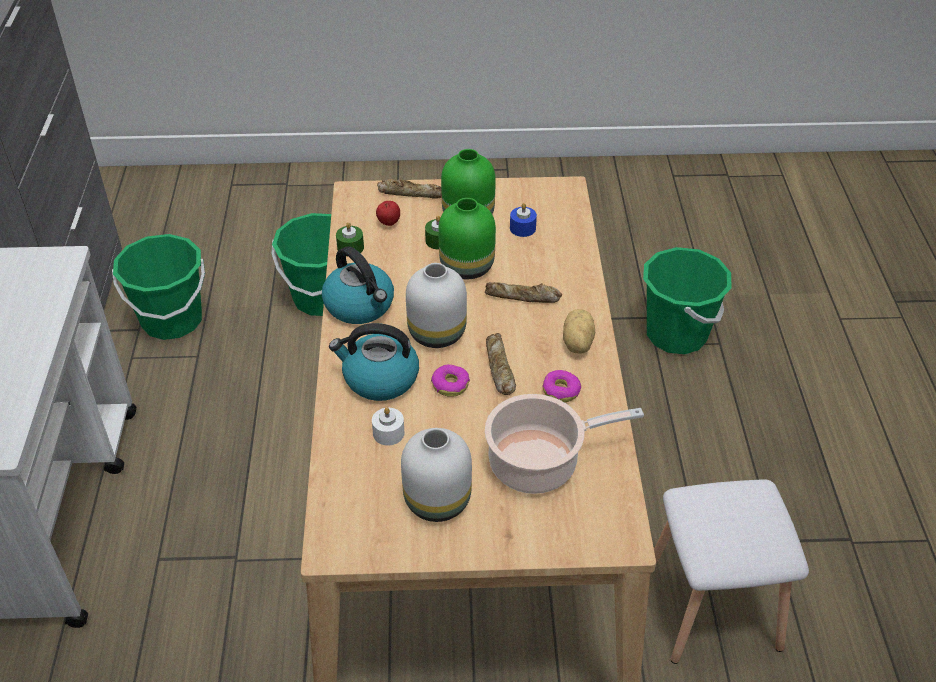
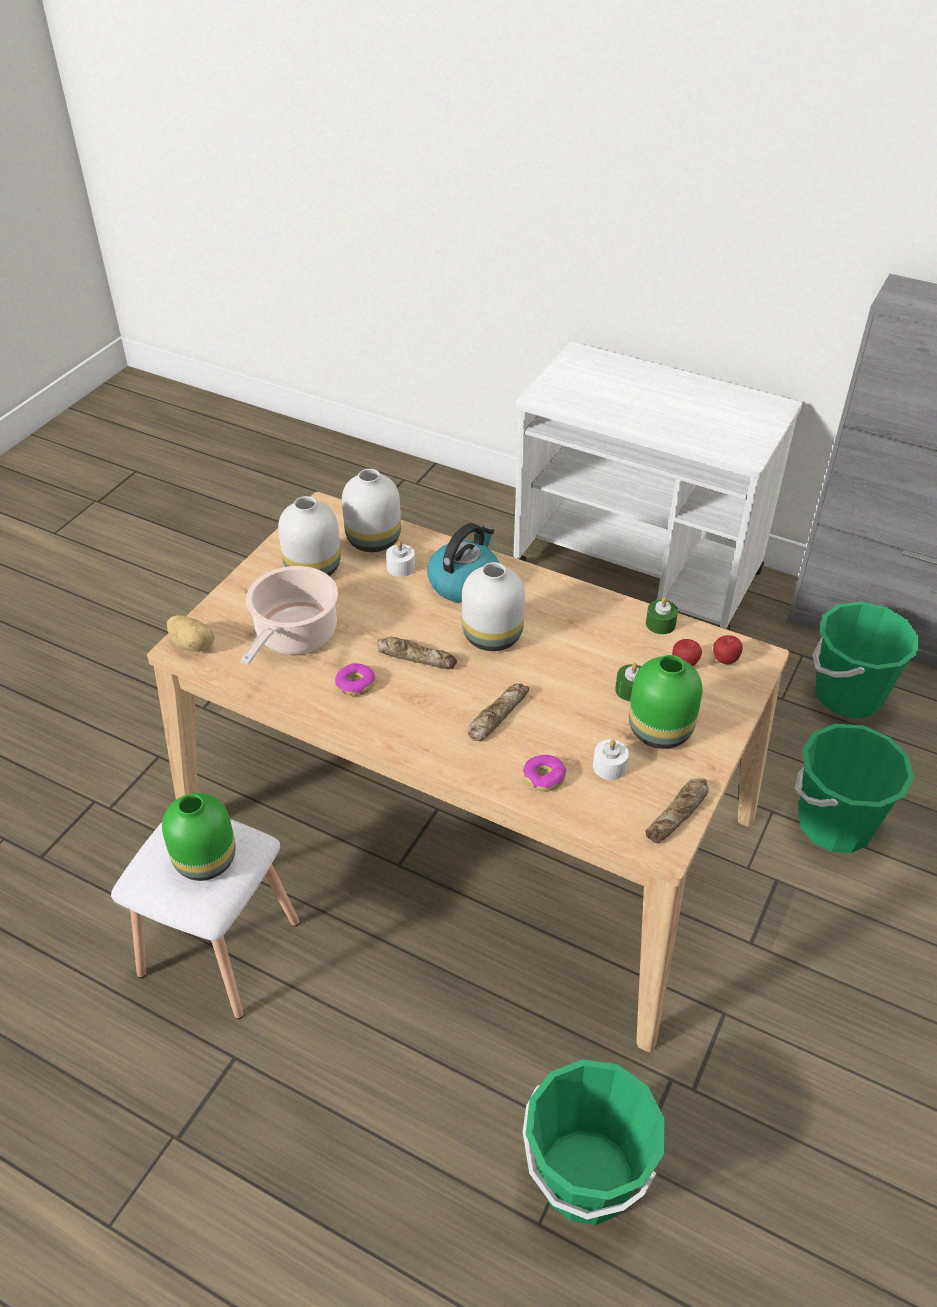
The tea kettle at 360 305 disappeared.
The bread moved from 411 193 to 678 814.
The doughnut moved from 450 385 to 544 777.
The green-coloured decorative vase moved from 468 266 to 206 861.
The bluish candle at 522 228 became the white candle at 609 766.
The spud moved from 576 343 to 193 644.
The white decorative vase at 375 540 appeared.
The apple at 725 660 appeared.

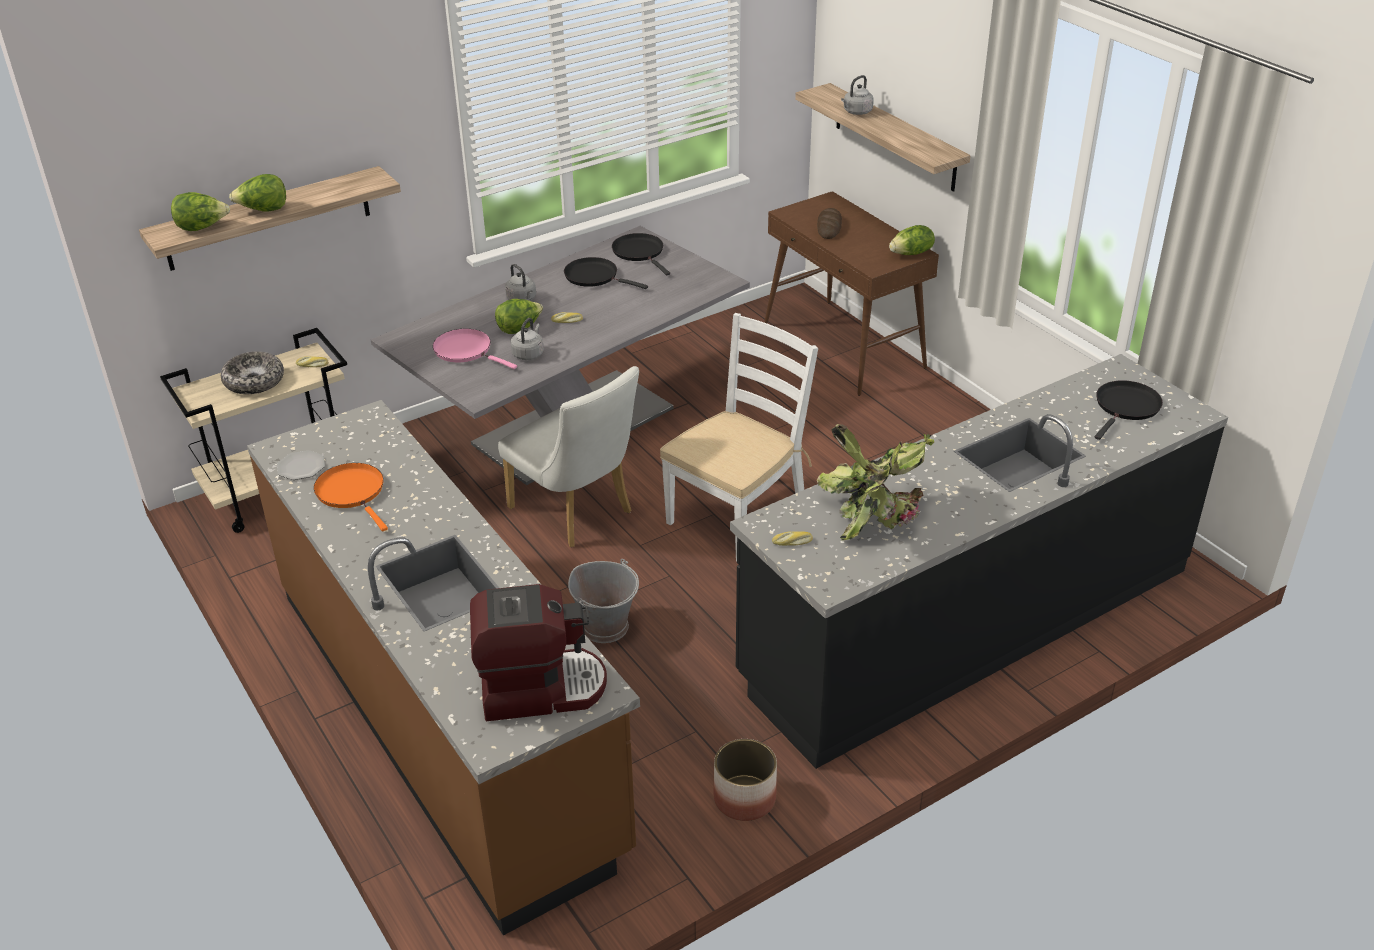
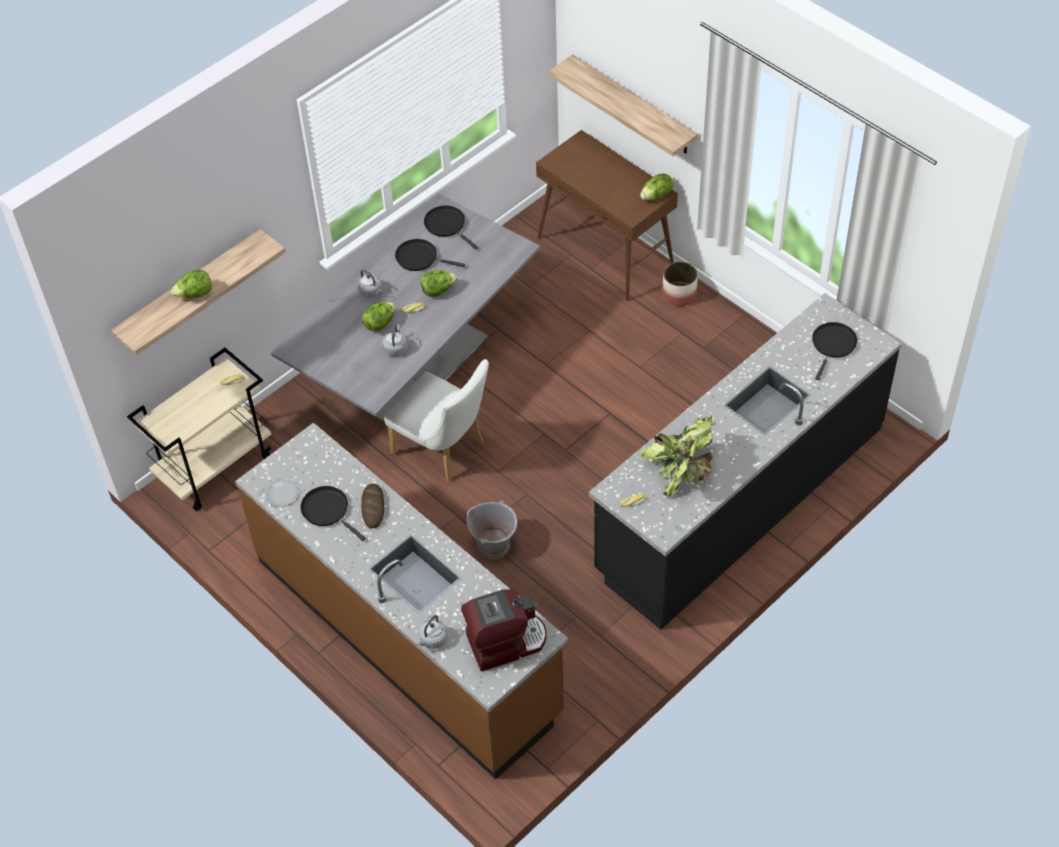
The head of lettuce moved from 202 228 to 438 290.
The bowl at 254 381 disappeared.
The orange pan at 352 492 became the black-coloured pan at 327 510.
The pinkish pan at 466 351 disappeared.
The white plain chair at 737 516 disappeared.
The flower pot moved from 745 798 to 679 294.
The bread moved from 829 227 to 373 507.
The greyish tea kettle moved from 856 112 to 432 640.

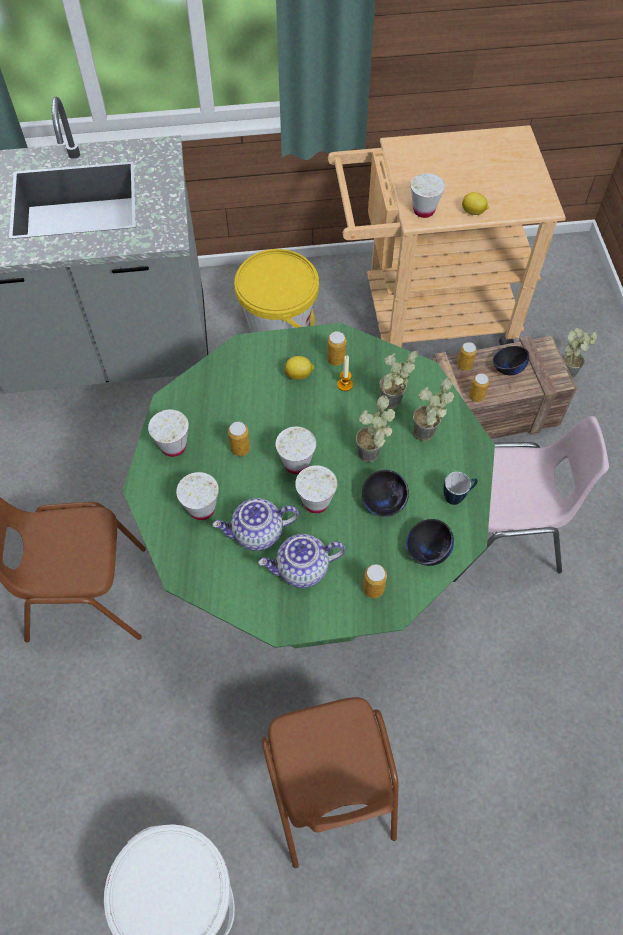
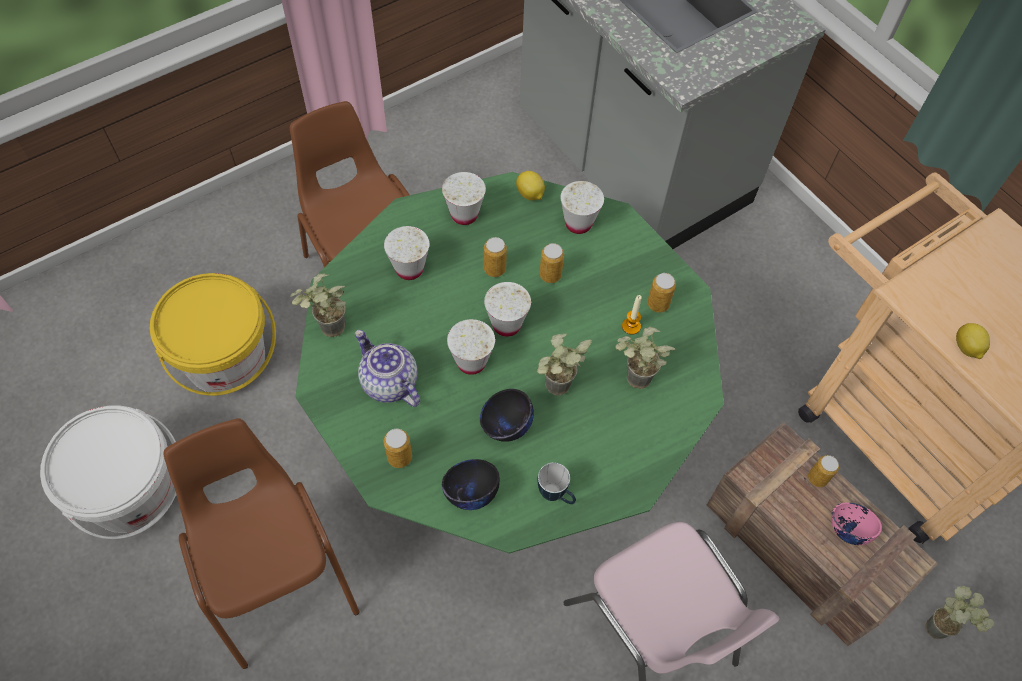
The pot for tea at 257 533 disappeared.
The yellow water bucket moved from 278 321 to 226 359.
The brown plain chair at 328 789 turned 105 degrees clockwise.
The lemon moved from 299 375 to 530 195.
The white small cup moved from 423 210 to 578 223.
The houseplant moved from 427 438 to 328 333.
The metal can moved from 476 396 to 550 275.
The black-coloured bowl at 507 368 became the pinkish bowl at 848 529.

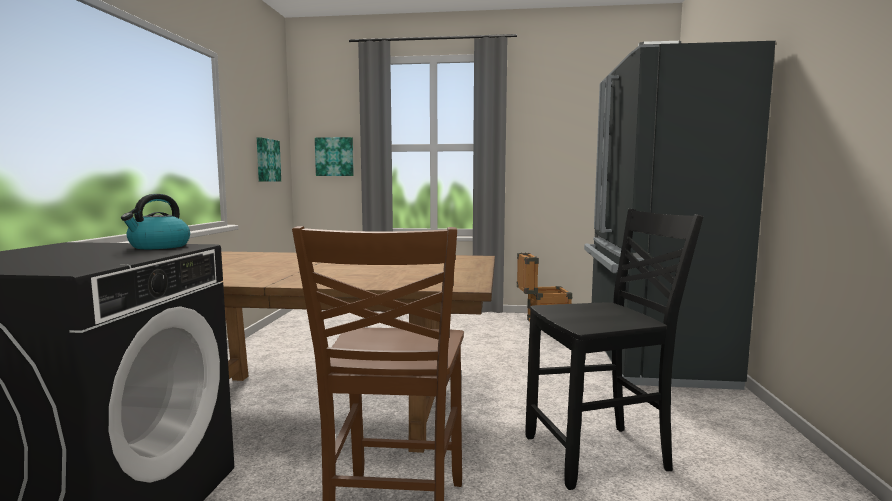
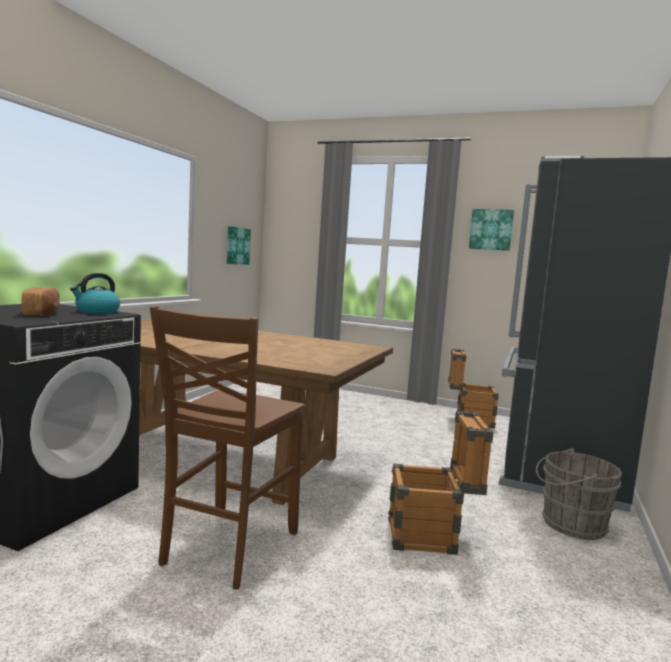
The wall picture moved from 334 157 to 491 229.
The black-coloured plain chair at 599 454 was replaced by the packing crate at 431 537.
The bread at 43 313 appeared.
The greyish water bucket at 569 524 appeared.

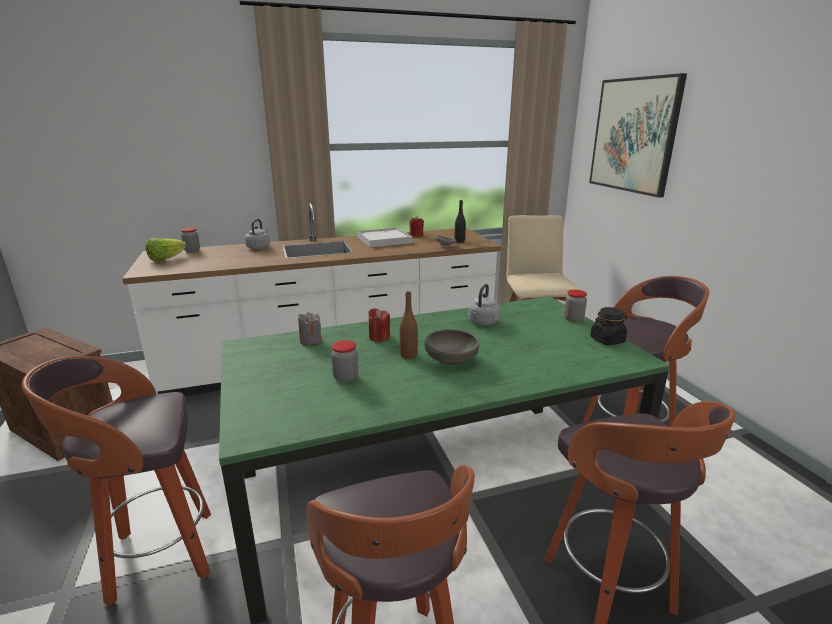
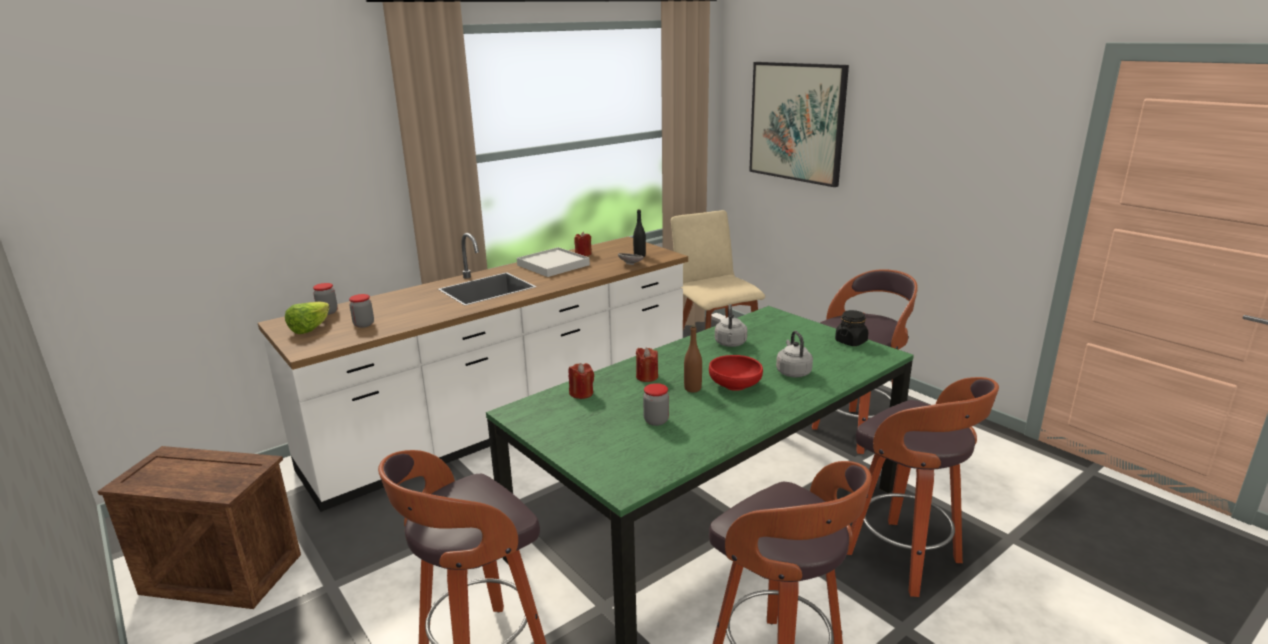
The greyish tea kettle moved from 259 247 to 792 372.
The greyish candle at 310 341 became the red-coloured candle at 581 393.
The greyish bowl at 451 360 became the red-coloured bowl at 734 385.
The preserve jar moved from 573 319 to 364 324.

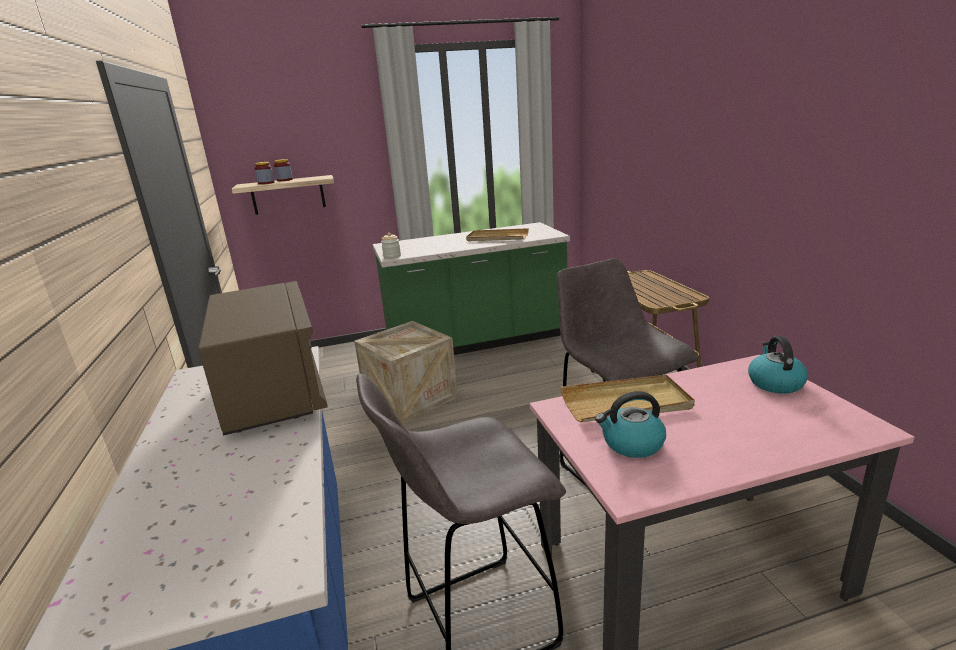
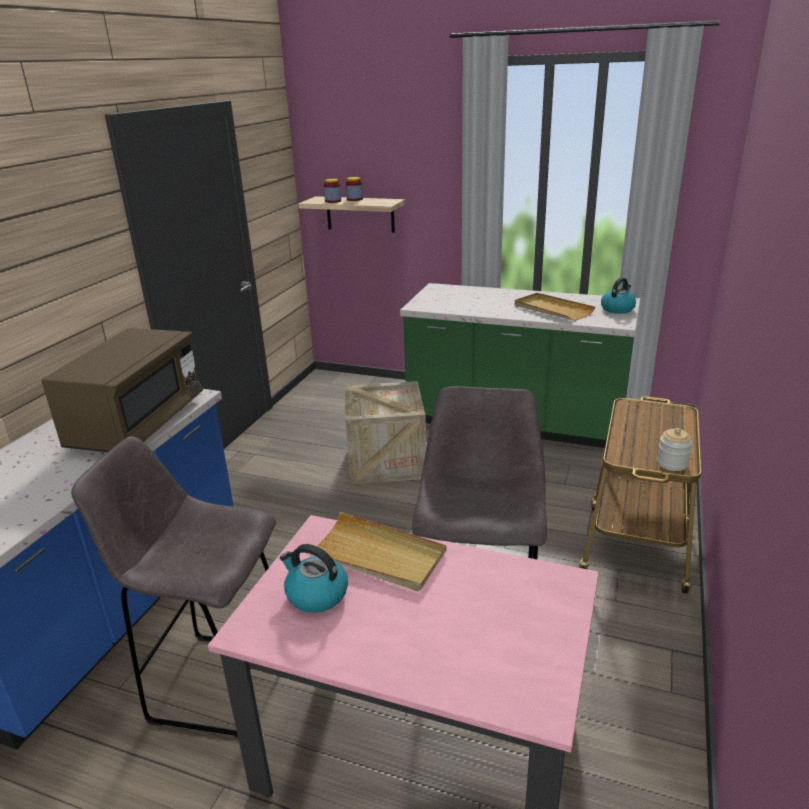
The preserve jar moved from 392 256 to 672 463.
The tea kettle moved from 774 383 to 617 309.

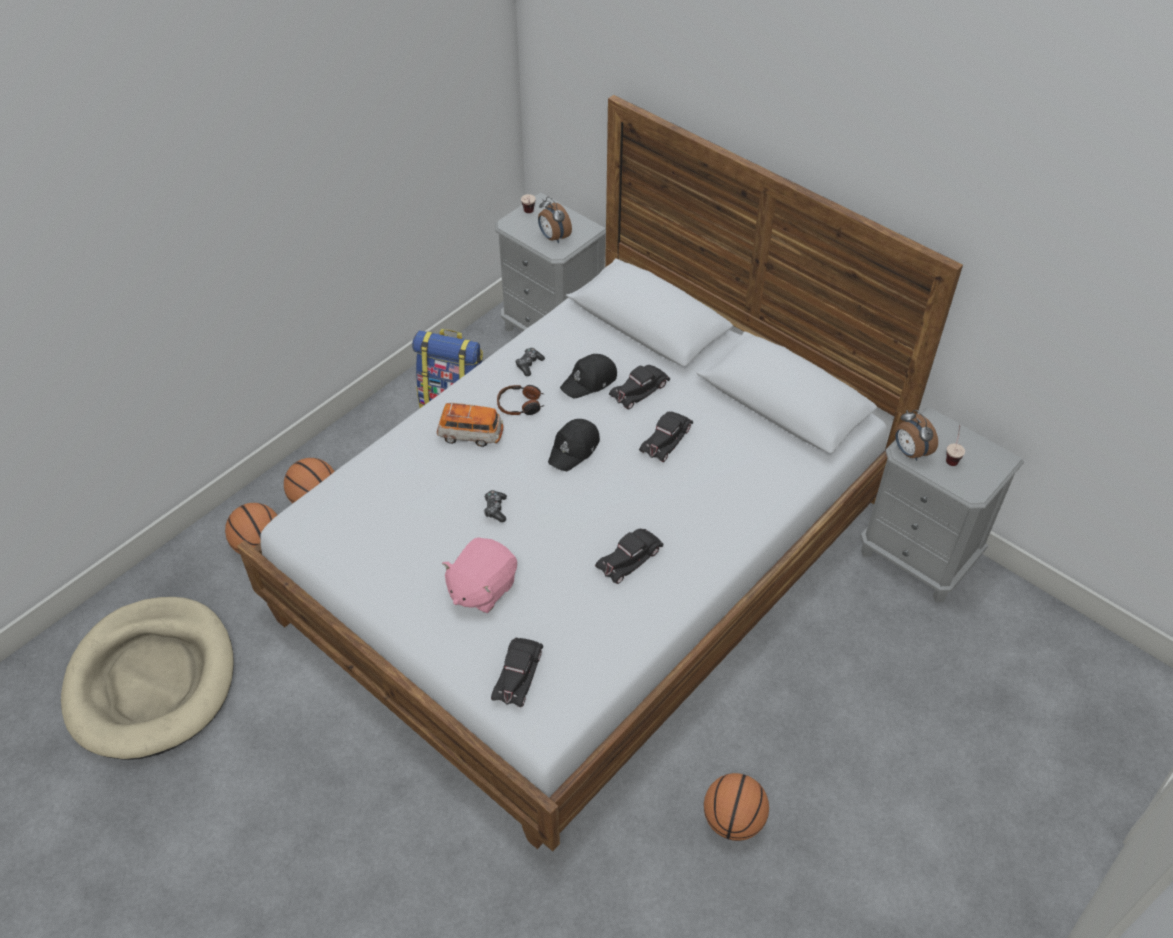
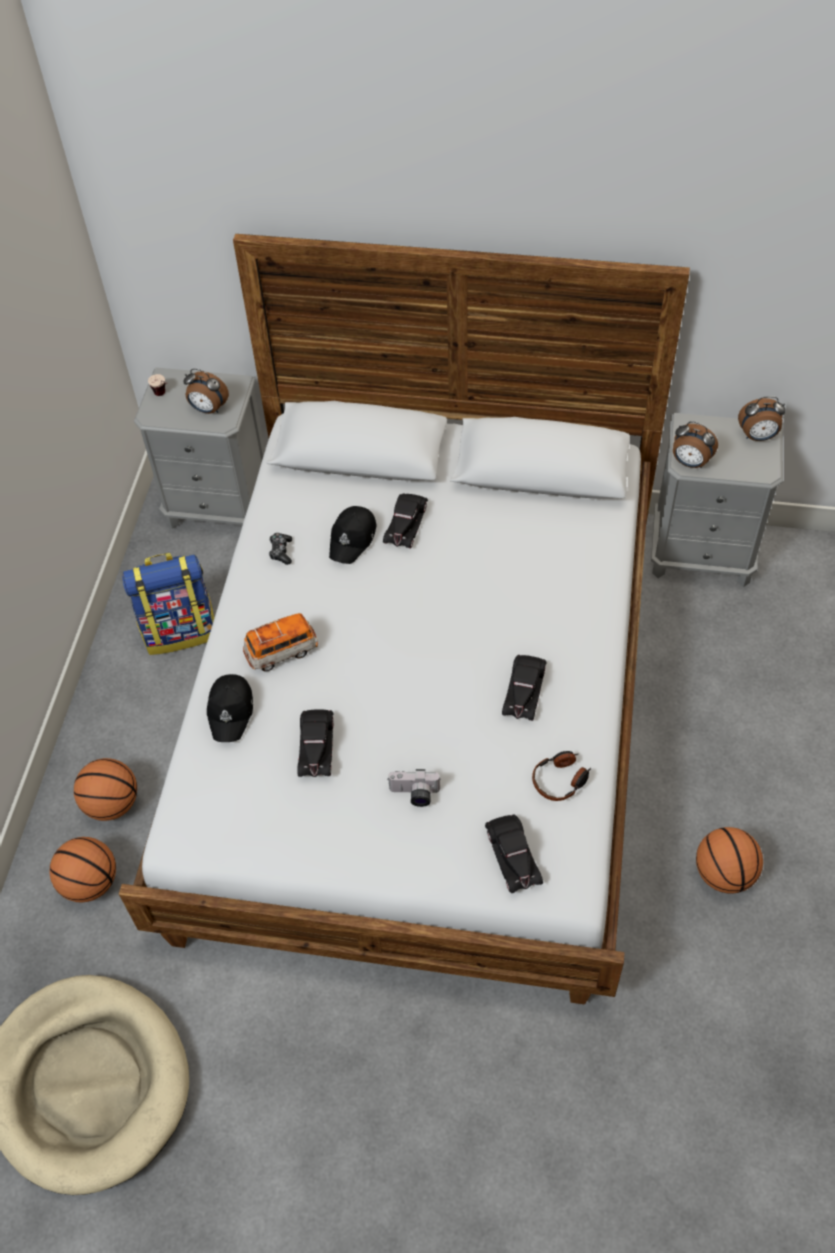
The pinkish plush toy at 481 588 was replaced by the still camera at 414 795.
The joypad at 495 509 disappeared.
The headphones moved from 521 405 to 560 780.
The black-coloured cap moved from 574 449 to 231 711.
The black-coloured miniature car moved from 666 439 to 316 745.
The small cup at 952 456 disappeared.
The alarm clock at 757 437 appeared.

